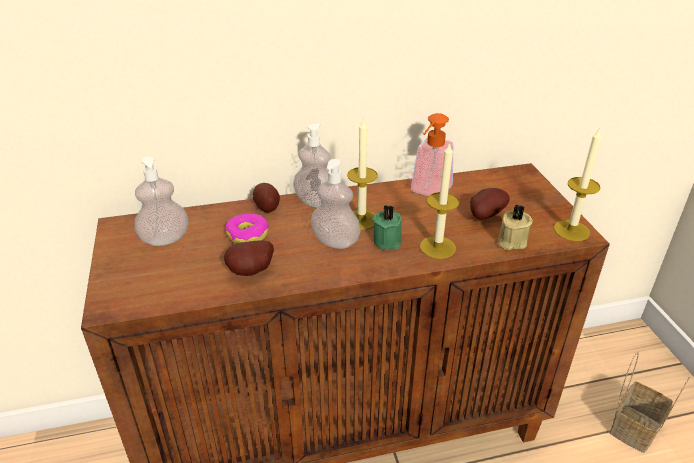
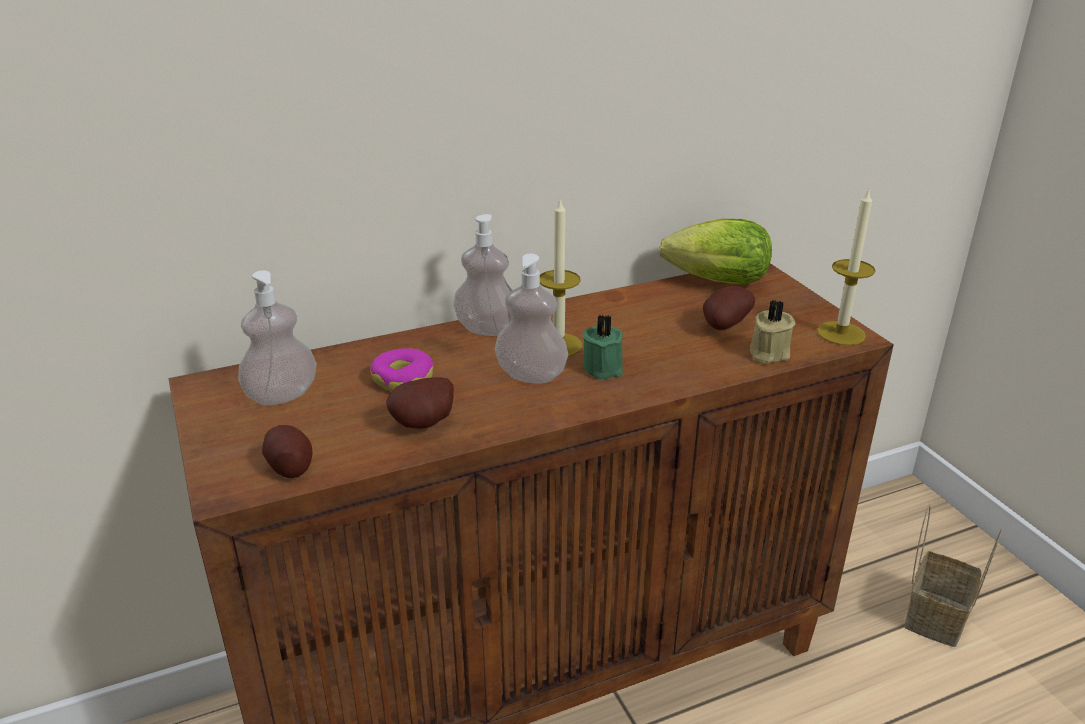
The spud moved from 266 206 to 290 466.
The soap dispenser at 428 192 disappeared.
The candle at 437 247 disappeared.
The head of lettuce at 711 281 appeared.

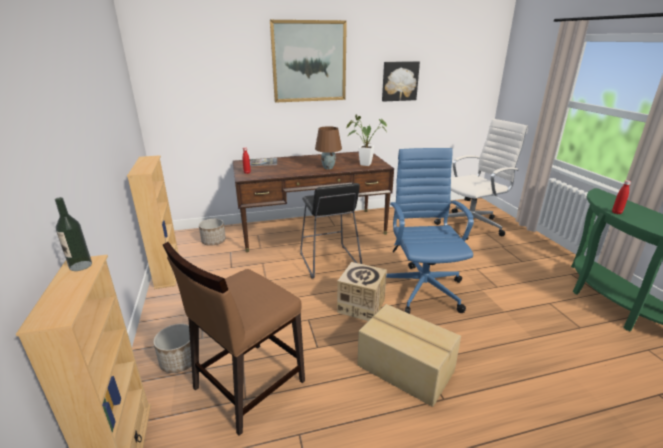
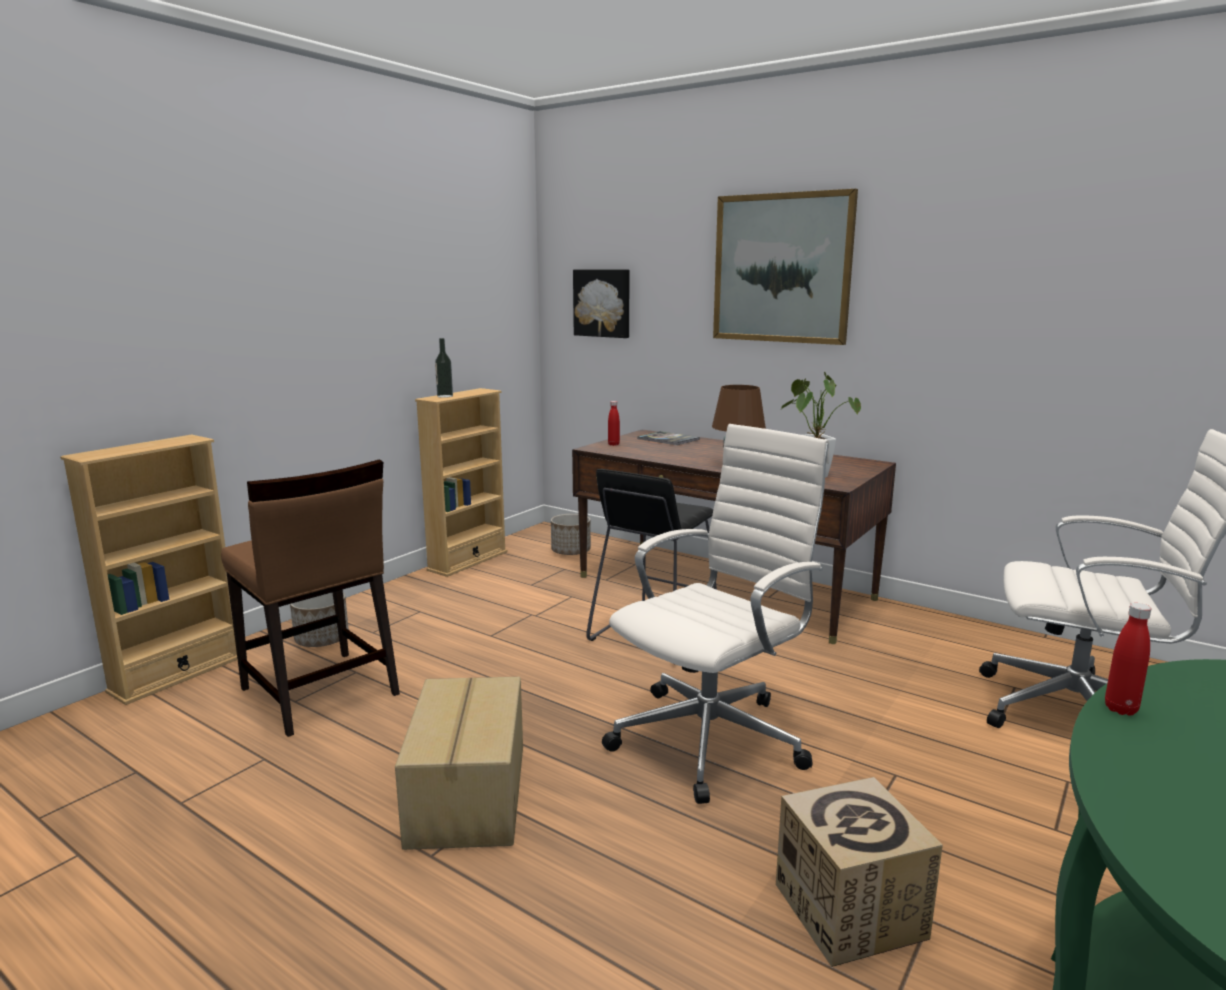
The beverage bottle moved from 80 266 to 445 396.
The brown plain chair at 248 385 turned 135 degrees counterclockwise.
The cardboard box moved from 361 306 to 849 910.
The wall picture moved from 399 81 to 602 303.
The bluish office chair at 422 288 became the white office chair at 713 737.

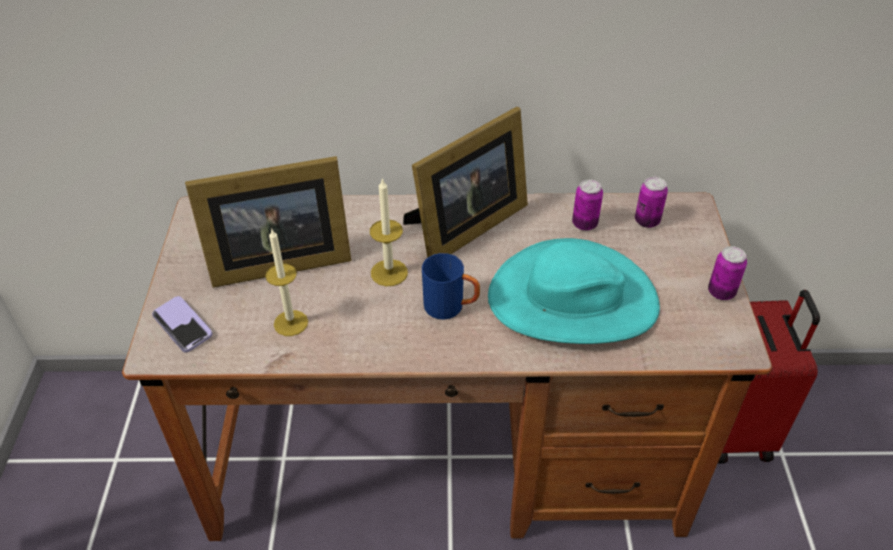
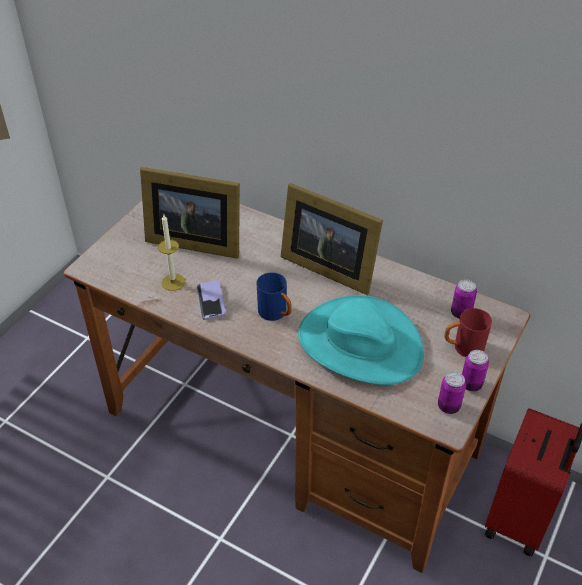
The phone moved from 182 325 to 211 301.
The candle at 389 273 disappeared.
The picture frame at 464 227 turned 45 degrees clockwise.
The metal can moved from 584 224 to 448 406.
The red-coloured coffee mug at 463 348 appeared.

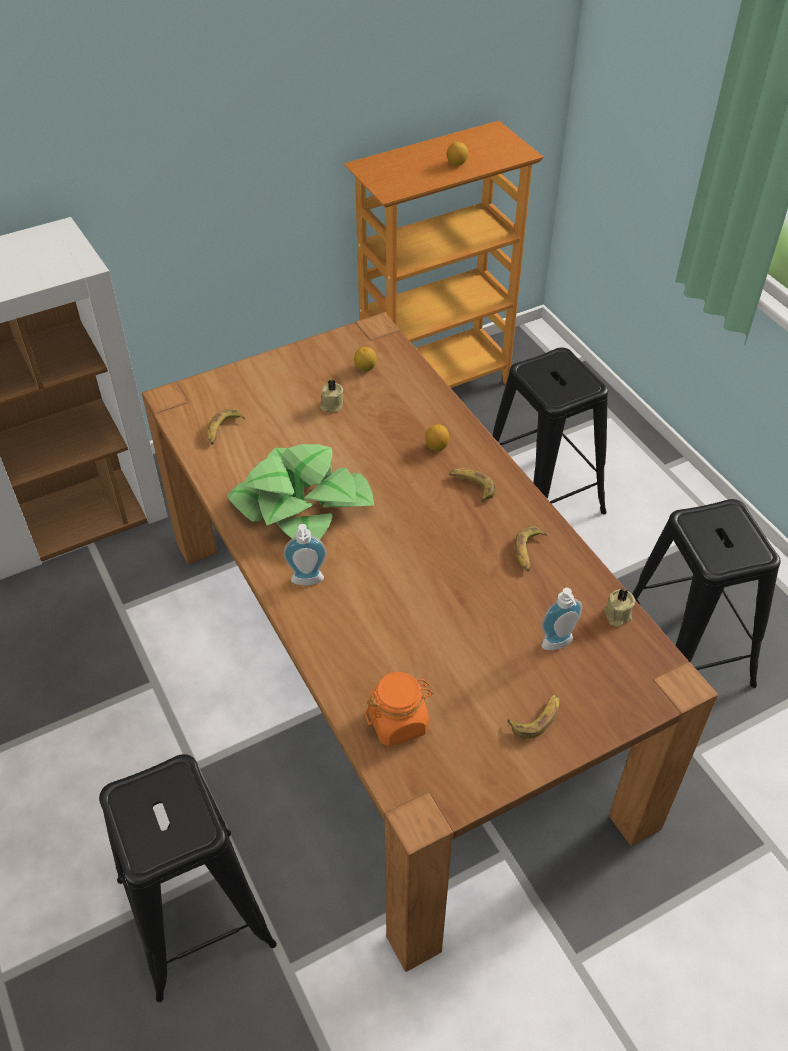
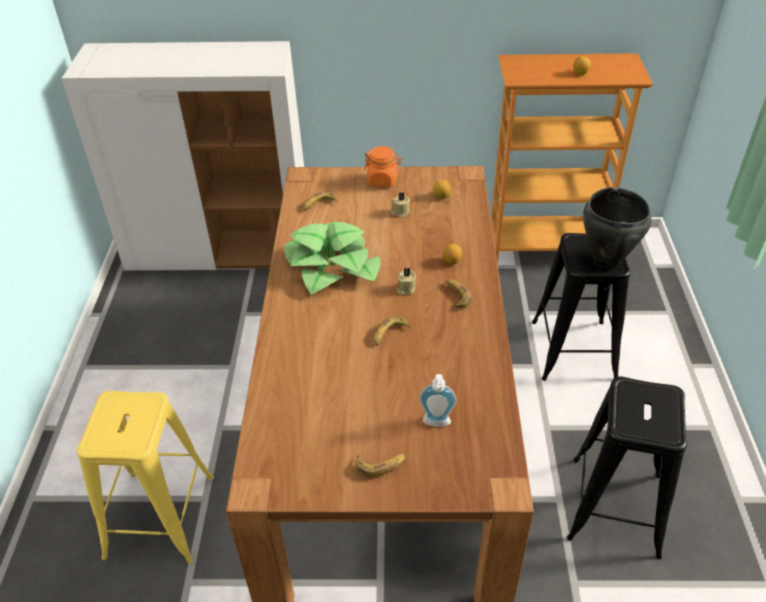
The black-coloured stool at 196 912 became the yellow stool at 160 517.
The soap dispenser at 307 582 disappeared.
The orange preserve jar moved from 398 722 to 382 180.
The banana moved from 528 552 to 389 334.
The beige candle moved from 616 615 to 405 289.
The black-coloured saucepot at 605 261 appeared.

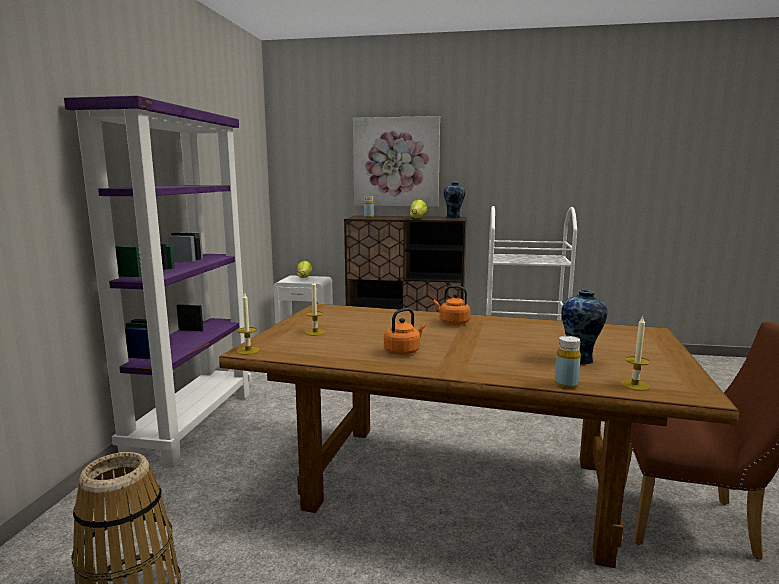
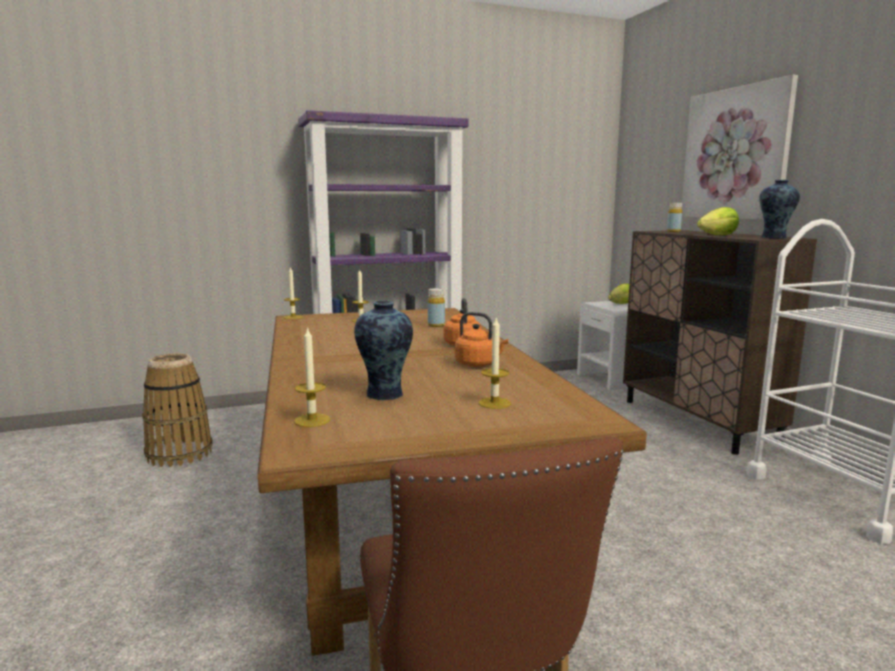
The orange tea kettle moved from 403 351 to 478 364.
The yellow beverage bottle moved from 566 384 to 436 325.
The candle at 494 403 appeared.

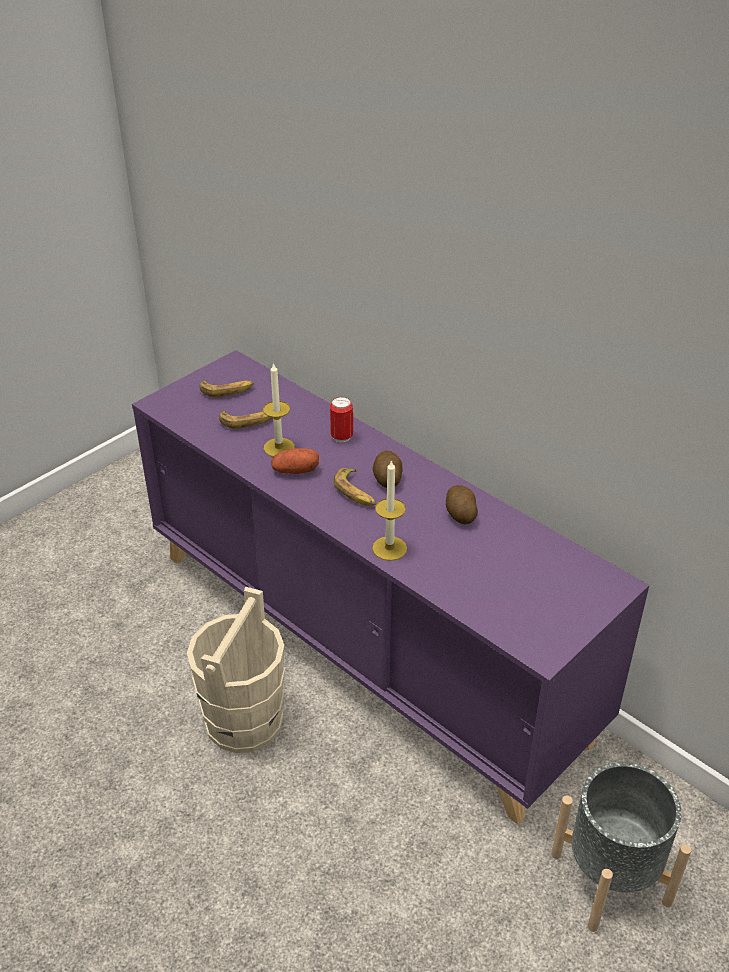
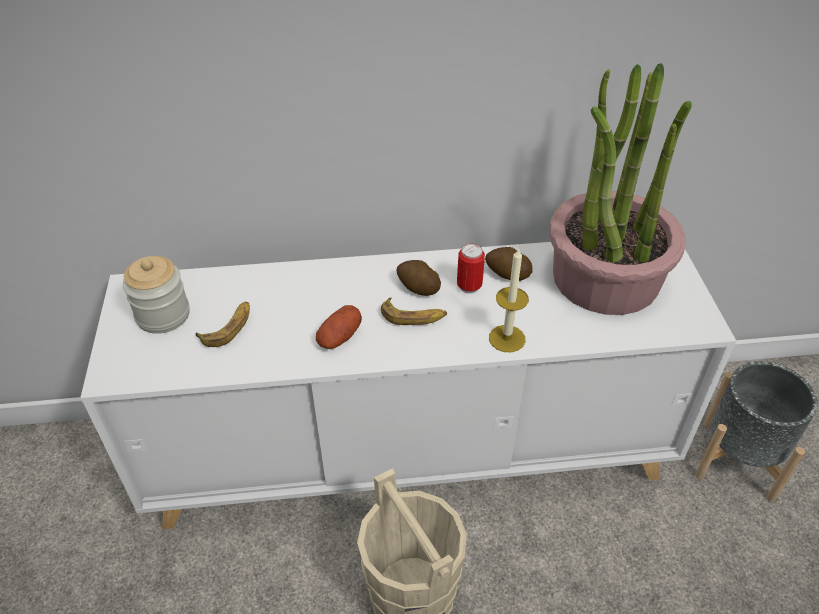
The purple-coloured cabinet at 366 643 became the white cabinet at 411 451.
The banana at 227 390 was replaced by the preserve jar at 163 315.
The candle at 279 447 disappeared.
The metal can moved from 341 437 to 469 286.
The houseplant at 605 278 appeared.

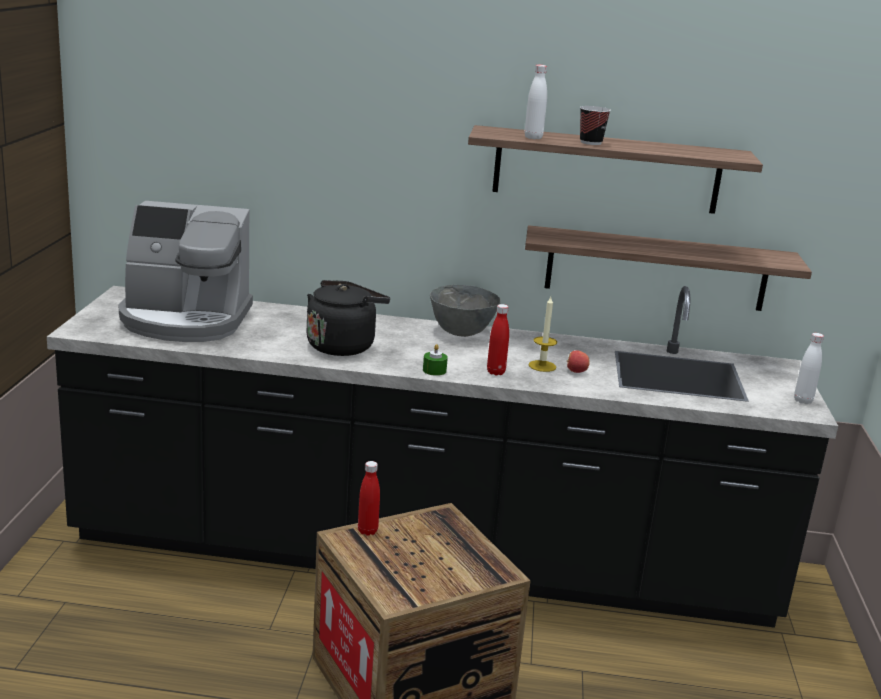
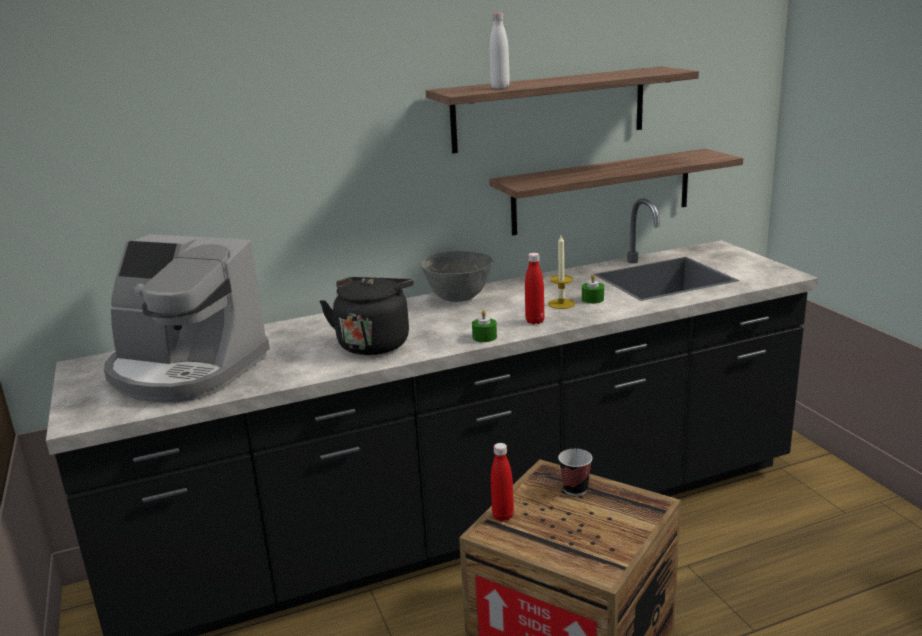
The coffee maker at 185 320 turned 45 degrees clockwise.
The apple at 576 371 was replaced by the green-coloured candle at 592 299.
The small cup moved from 590 142 to 575 489.
The white beverage bottle at 803 401 disappeared.

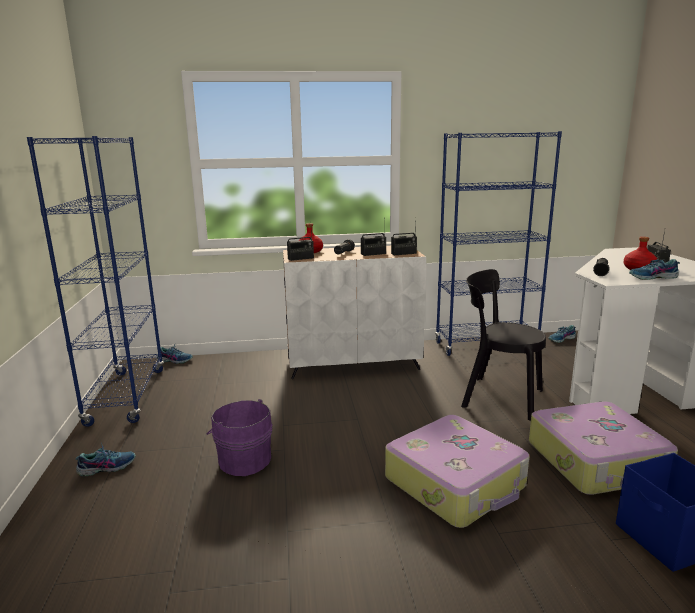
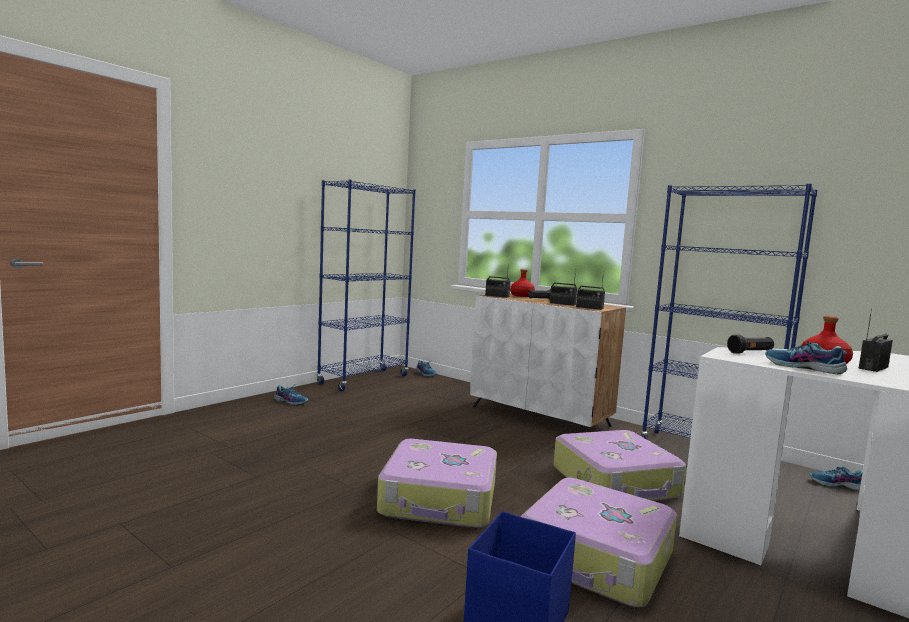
The purple-coloured water bucket at 243 459 disappeared.
The black-coloured plain chair at 498 397 was replaced by the suitcase at 616 482.

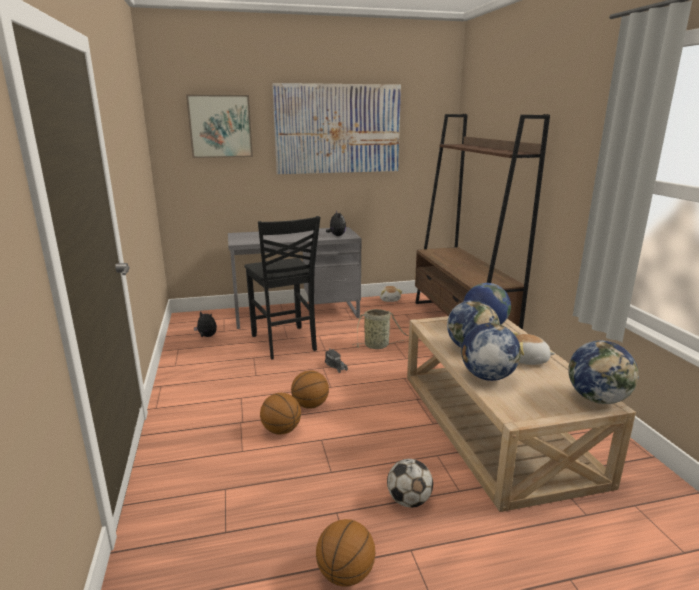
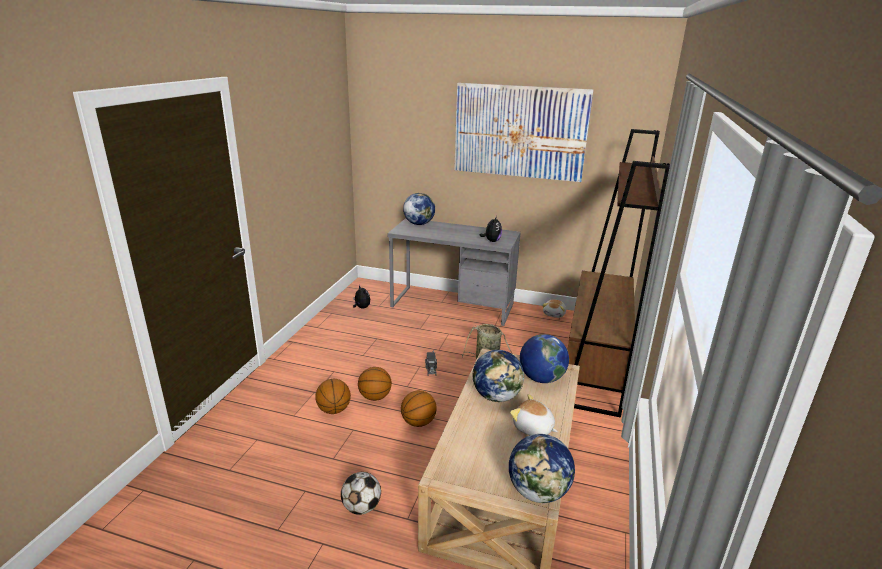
The wall picture at 220 126 disappeared.
The black-coloured plain chair at 284 343 disappeared.
The ball for basketball moved from 345 574 to 418 422.
The desk globe moved from 487 376 to 419 224.

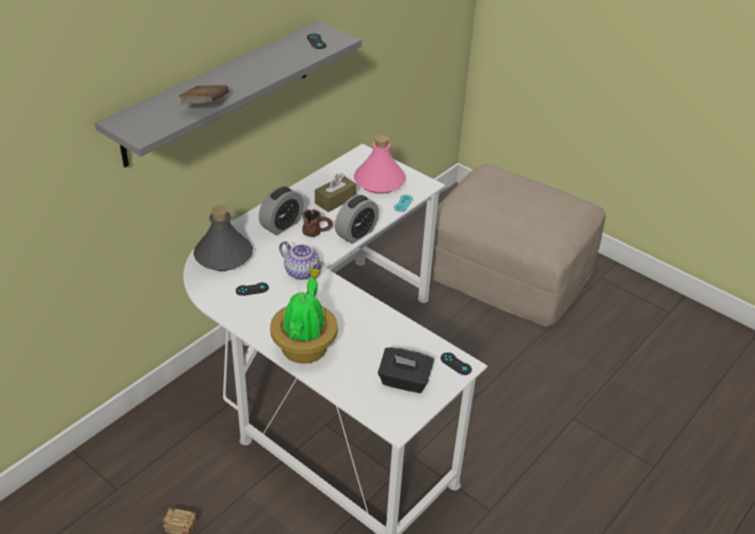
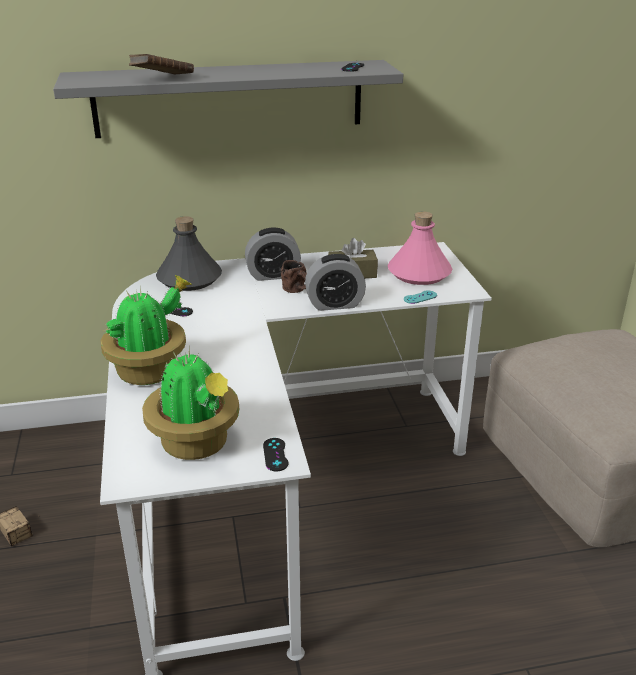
The pot for tea at 303 272 disappeared.
The black-coloured box of tissues at 404 381 was replaced by the houseplant at 196 444.

